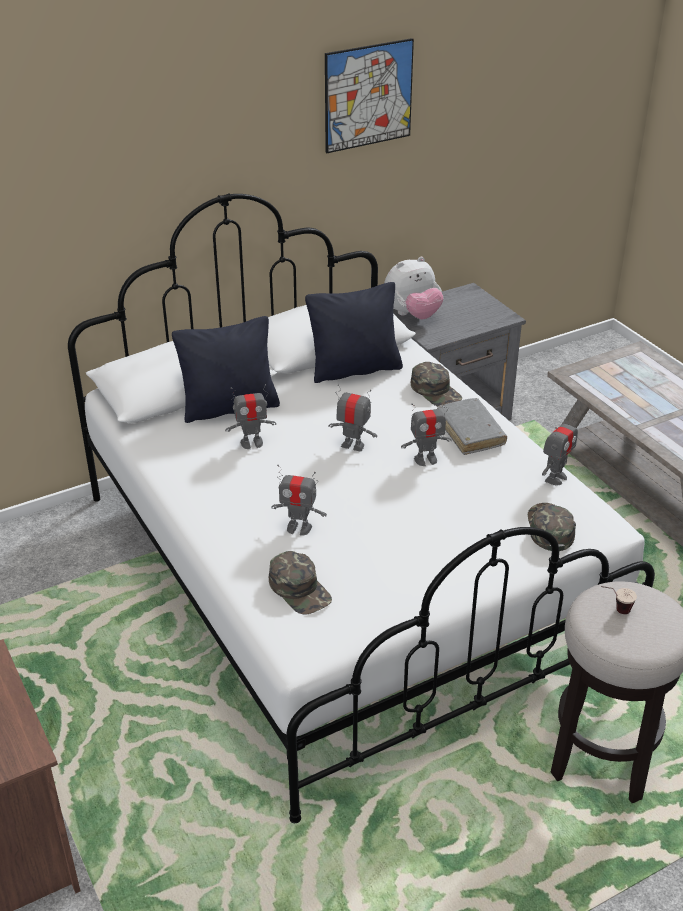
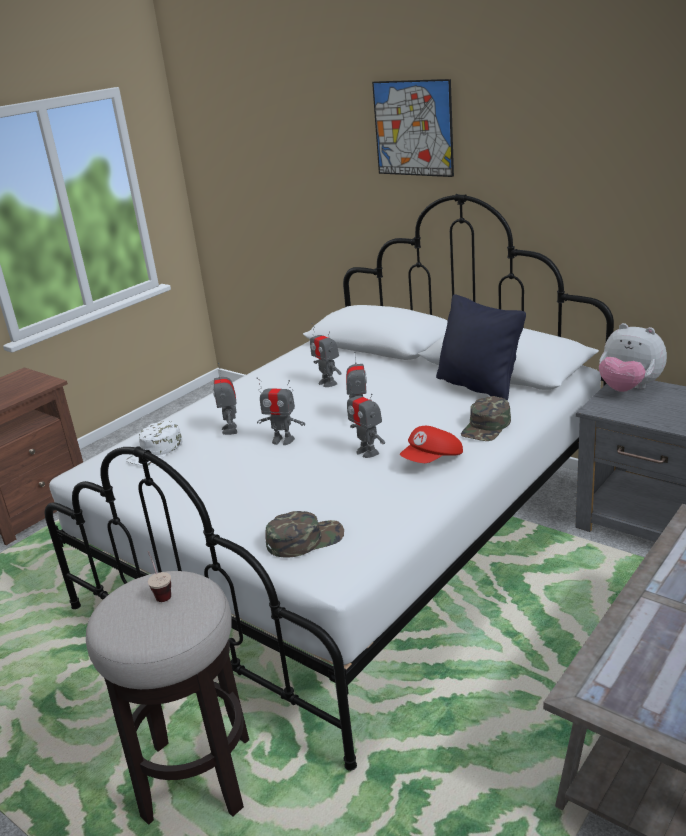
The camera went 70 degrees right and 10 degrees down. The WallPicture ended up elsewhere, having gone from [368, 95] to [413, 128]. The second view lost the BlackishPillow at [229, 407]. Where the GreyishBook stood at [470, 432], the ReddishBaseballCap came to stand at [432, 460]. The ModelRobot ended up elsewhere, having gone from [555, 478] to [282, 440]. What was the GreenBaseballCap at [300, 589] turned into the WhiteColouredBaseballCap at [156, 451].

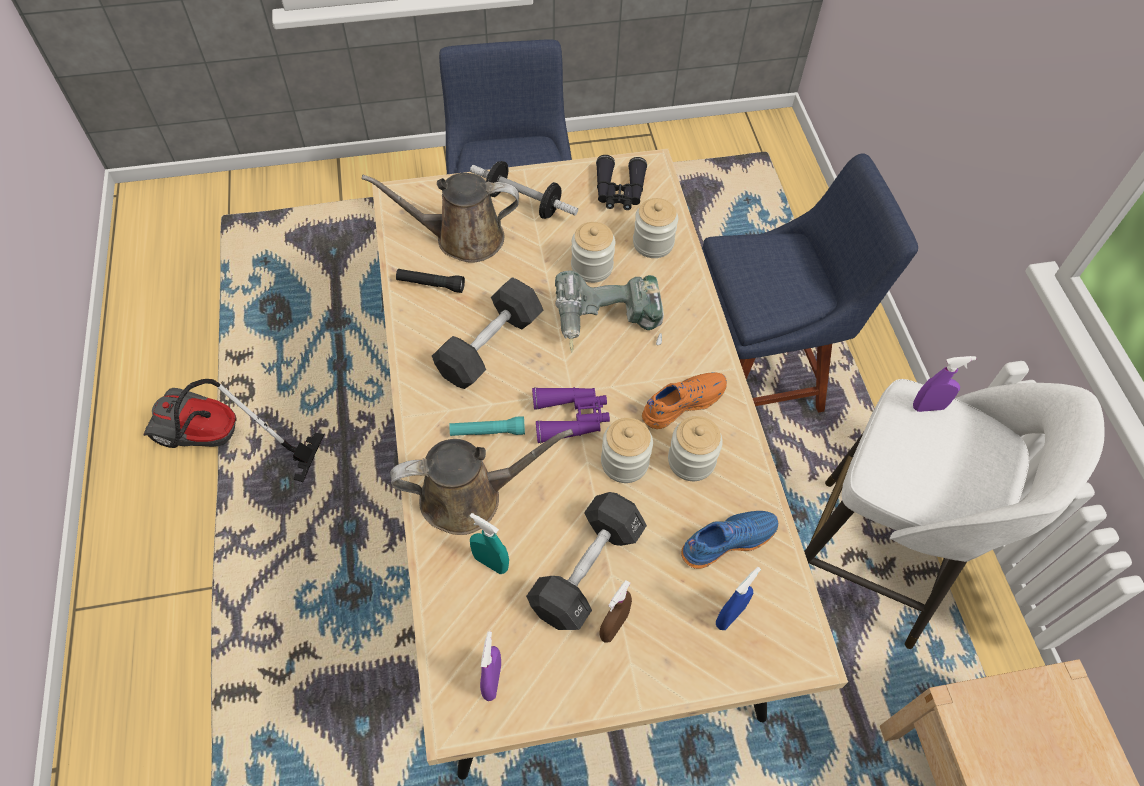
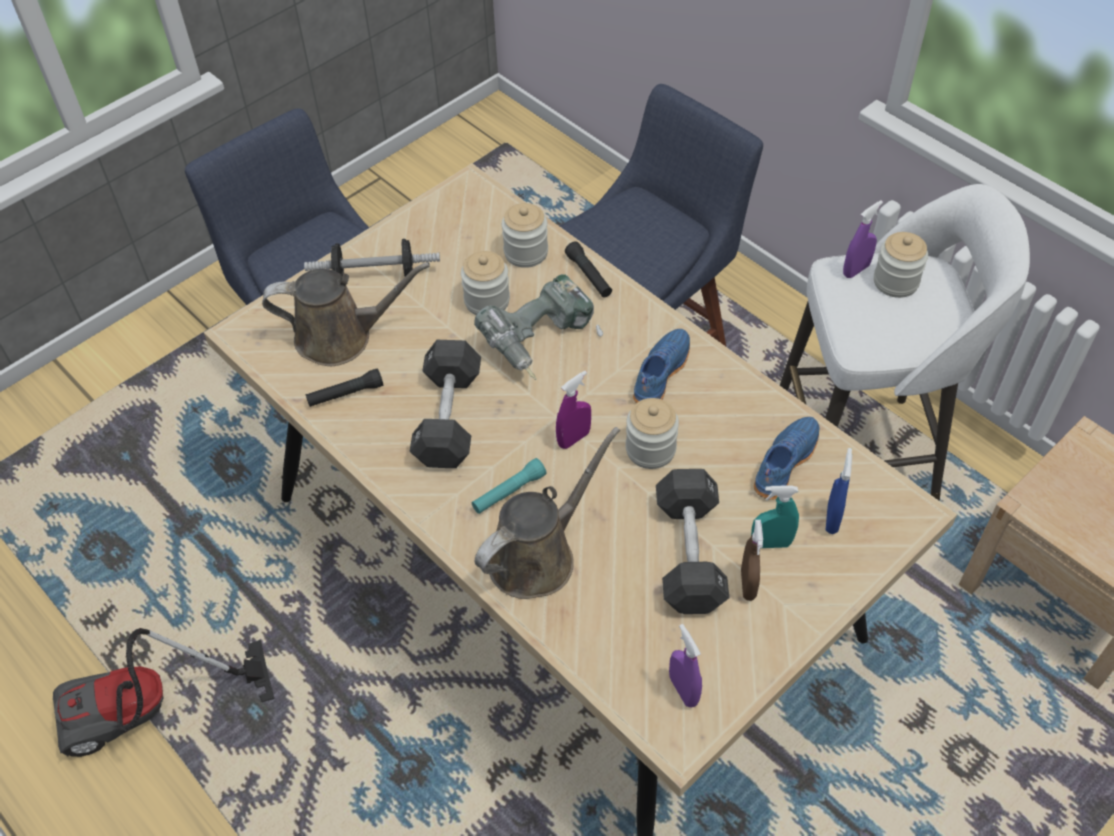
The camera went 30 degrees left and 5 degrees down. The second view lost the BlackishFieldGlasses at [619, 191]. The BrownWateringCan at [462, 238] ended up facing another way, 150 degrees counterclockwise from before. What was the OrangeyShoe at [682, 403] turned into the BlueShoe at [659, 373]. Where the PurplishFieldGlasses stood at [571, 417], the PurplishHandSprayer came to stand at [574, 438]. The StorageJar ended up elsewhere, having gone from [691, 461] to [895, 282]. The TurquoiseColouredHandSprayer ended up elsewhere, having gone from [490, 562] to [771, 543]. The second view gained the BlackishTorch at [589, 276].

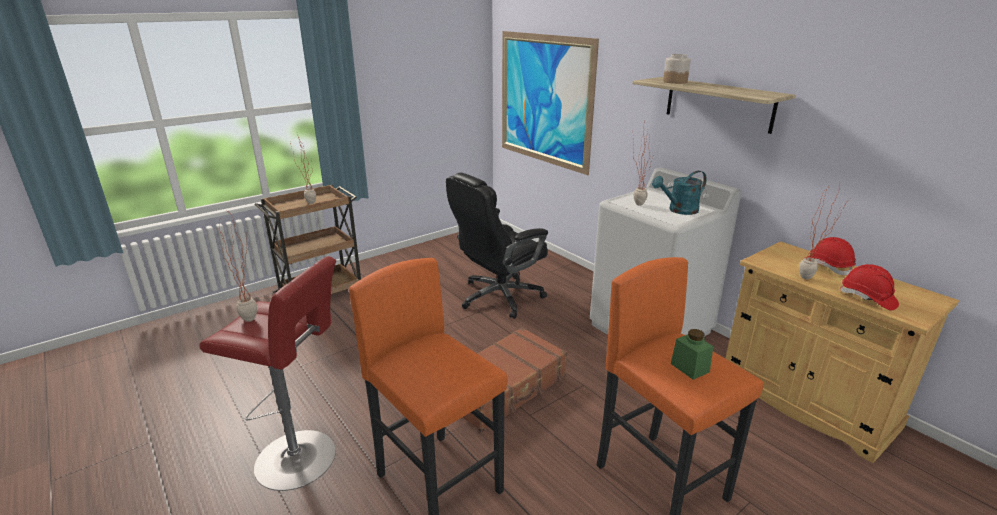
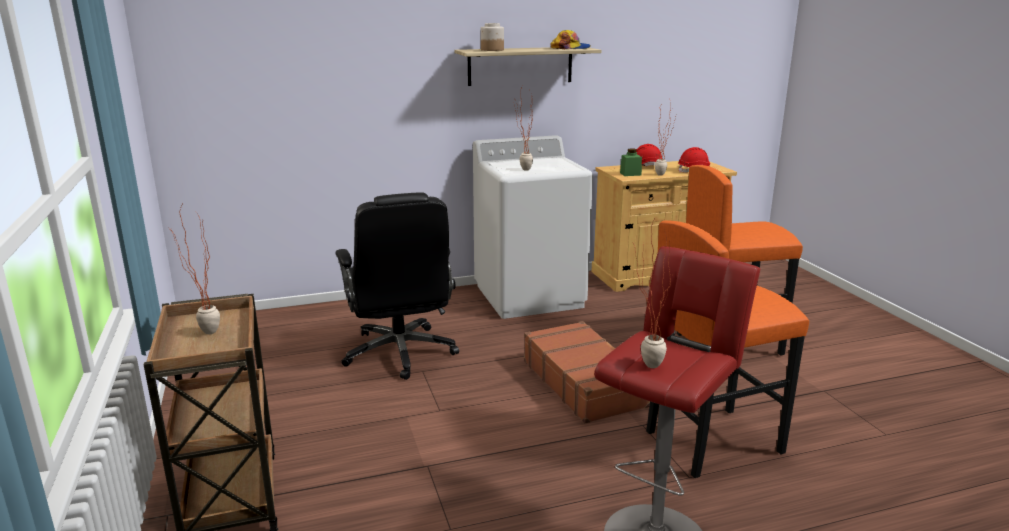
The camera went 70 degrees left and 5 degrees down. The second view lost the WallPicture at [544, 100]. The second view lost the TurquoiseColouredWateringCan at [679, 210]. The GreenStorageJar ended up elsewhere, having gone from [689, 368] to [630, 174]. The second view gained the BaseballCap at [570, 48].

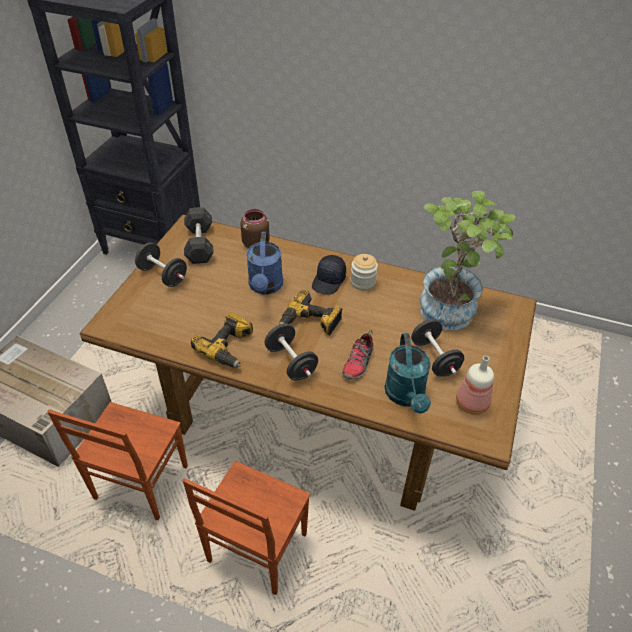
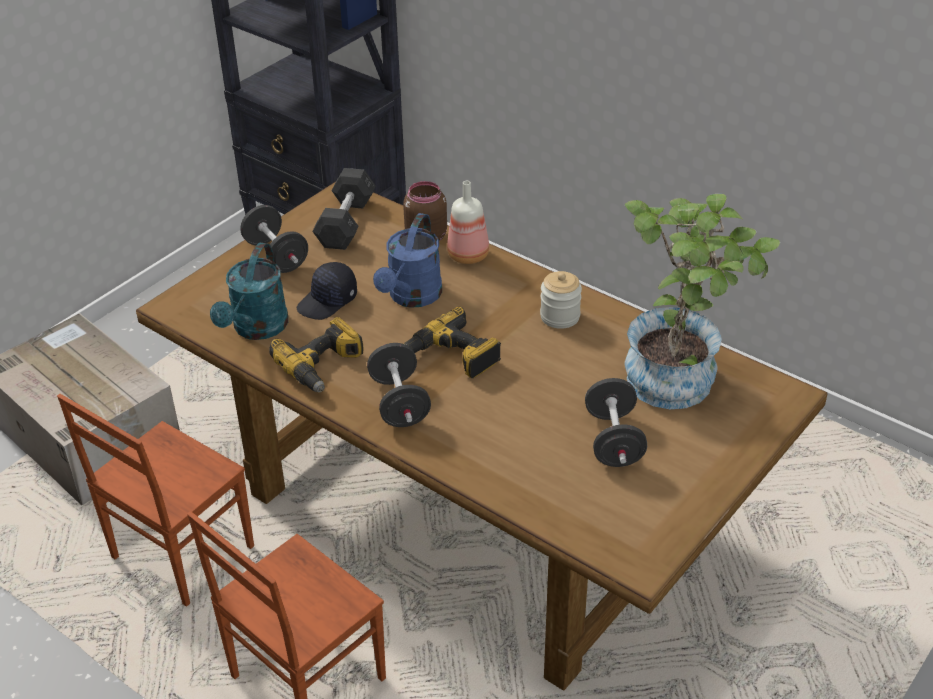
The camera went 20 degrees right and 5 degrees down. The BlackishBaseballCap ended up elsewhere, having gone from [329, 281] to [328, 301]. The second view lost the Shoe at [358, 363]. The TurquoiseColouredWateringCan ended up elsewhere, having gone from [406, 396] to [257, 329]. The DrinkBottle ended up elsewhere, having gone from [472, 403] to [469, 255].

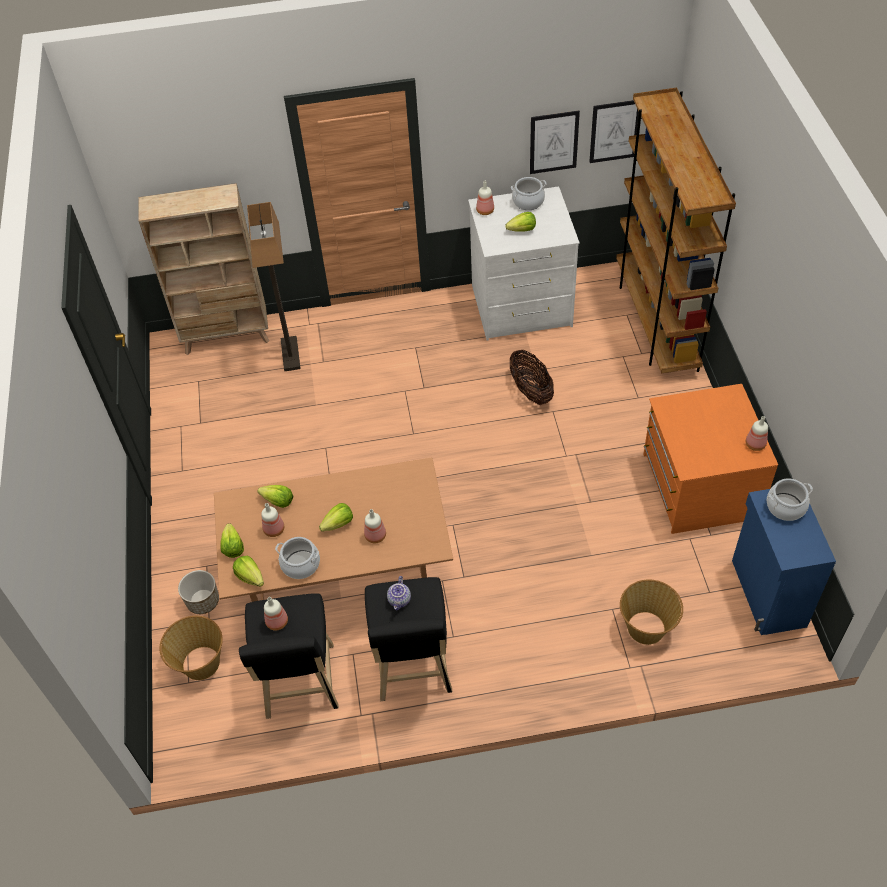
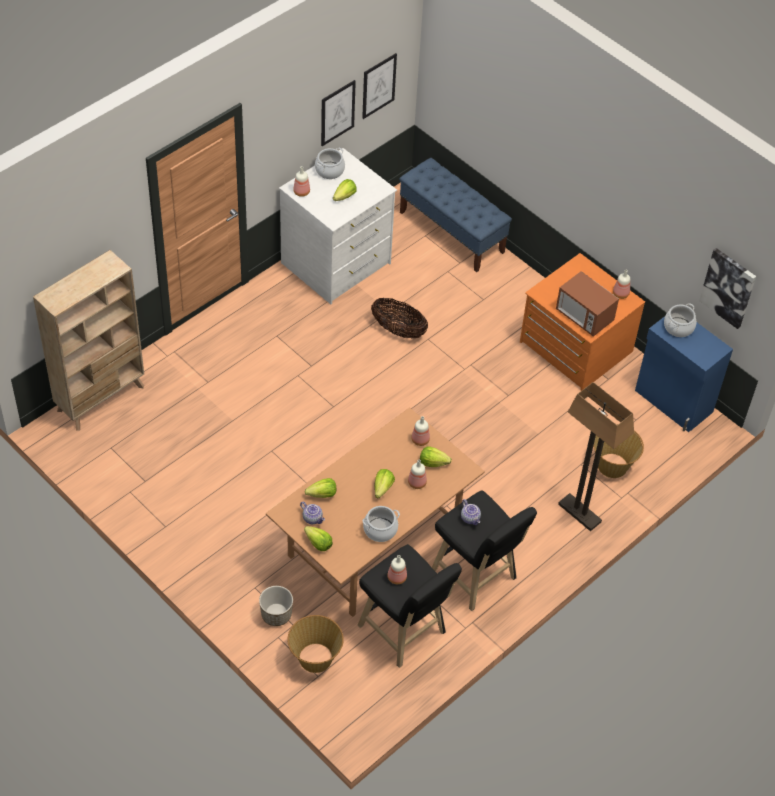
The camera went 40 degrees left and 0 degrees up. Where the BrownShelvingUnit stood at [656, 322], the BlueLongSeat came to stand at [452, 232]. The StandingLamp ended up elsewhere, having gone from [291, 355] to [580, 513]. The DrinkBottle ended up elsewhere, having gone from [274, 529] to [419, 439]. The Lettuce ended up elsewhere, having gone from [250, 577] to [433, 462]. The second view gained the WallPicture at [728, 287]. The second view gained the MicrowaveOven at [584, 316]. The second view gained the PotForTea at [313, 518].

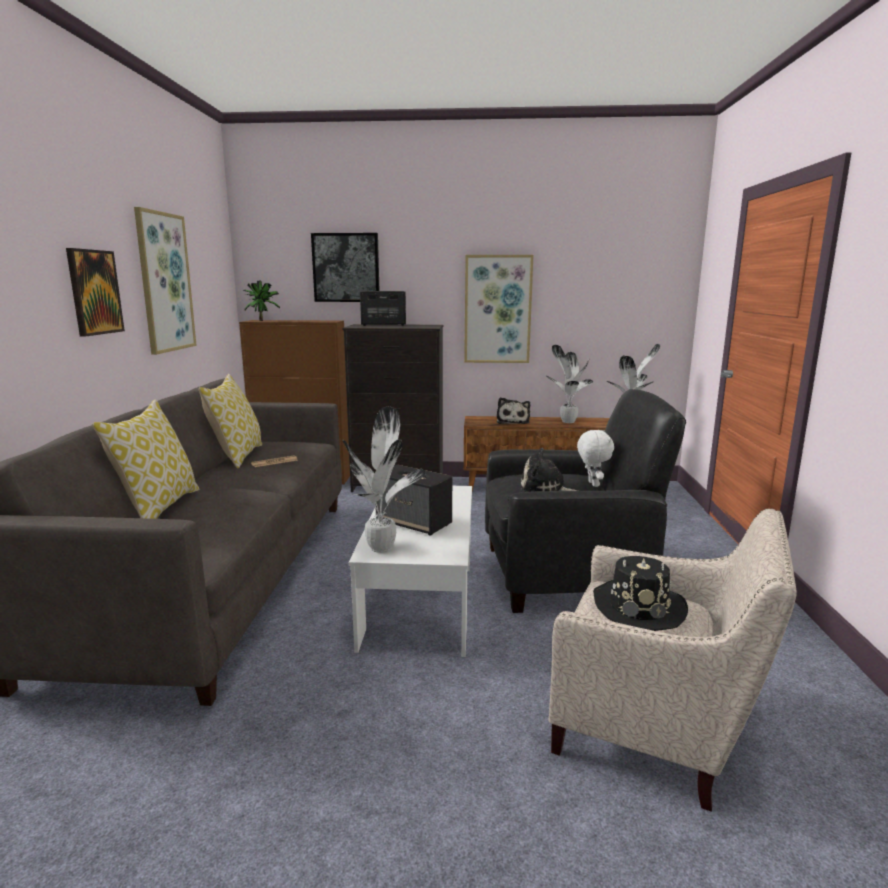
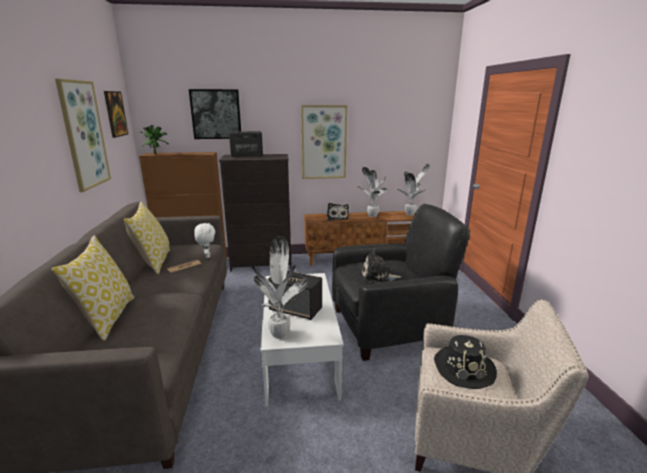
The camera went 10 degrees left and 5 degrees up. The WallPicture ended up elsewhere, having gone from [94, 292] to [115, 114]. The WhiteColouredSoftToy ended up elsewhere, having gone from [592, 484] to [207, 256].

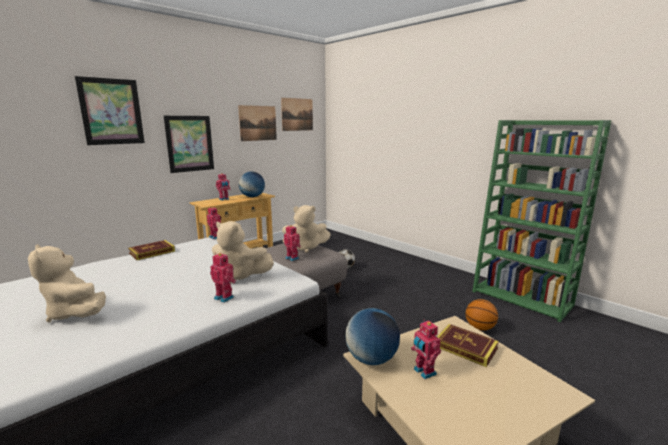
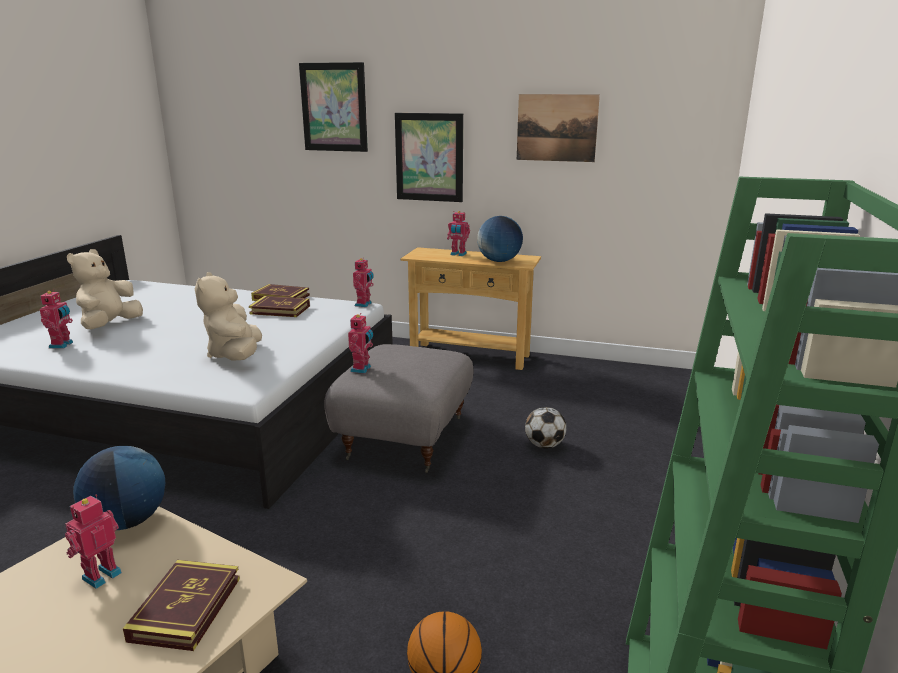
The camera went 60 degrees right and 5 degrees up. The second view lost the WallPicture at [297, 114]. The second view lost the SandColouredSoftToy at [305, 248]. The ModelRobot ended up elsewhere, having gone from [225, 297] to [62, 345]. The second view gained the Book at [280, 310].

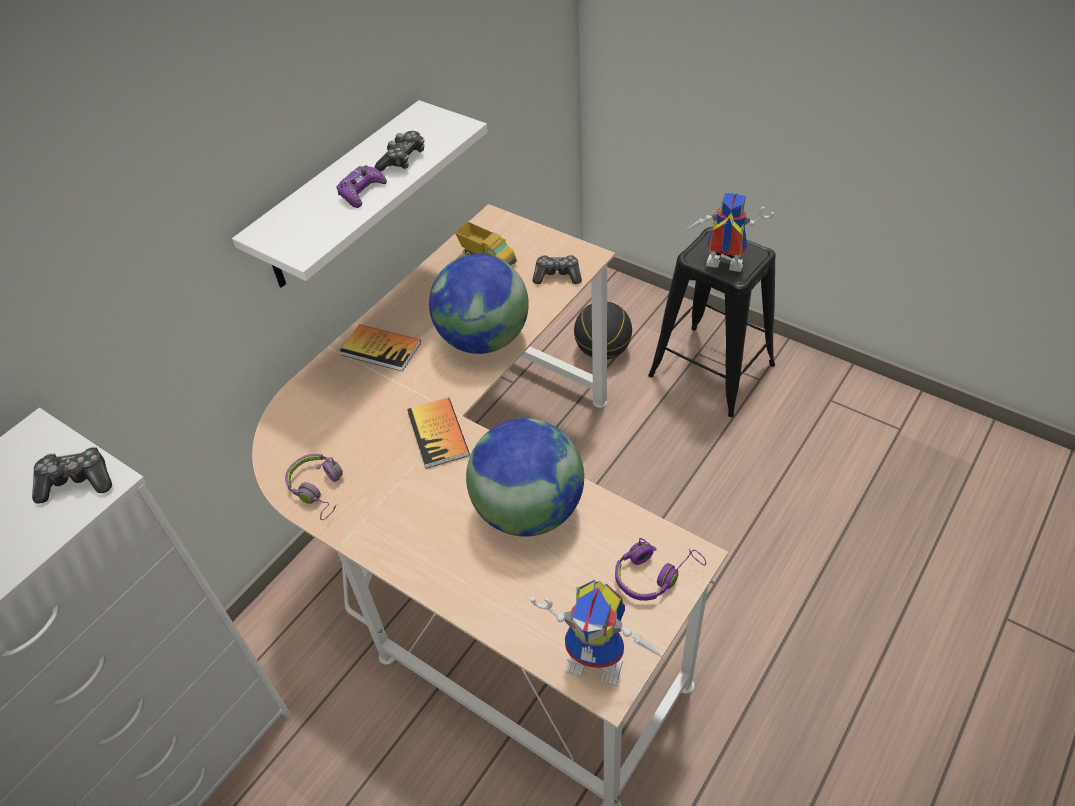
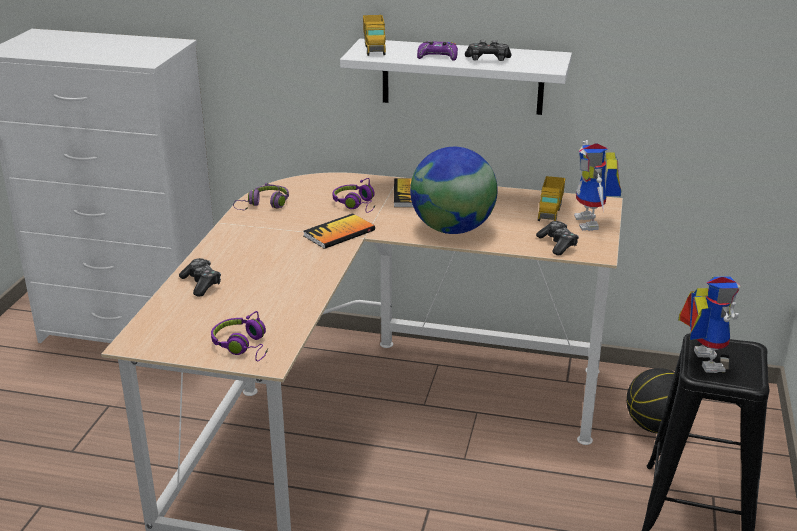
The camera went 65 degrees right and 20 degrees down. The second view lost the Globe at [528, 510]. The Gamepad ended up elsewhere, having gone from [77, 481] to [201, 283]. The ModelRobot ended up elsewhere, having gone from [601, 660] to [593, 223]. The second view gained the ToyLorry at [374, 48]. The second view gained the PurplishHeadset at [357, 204].

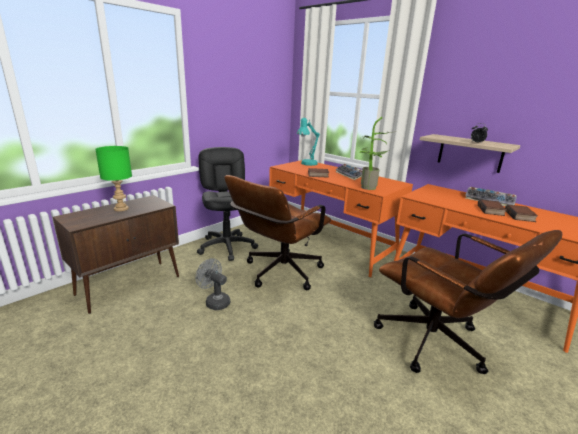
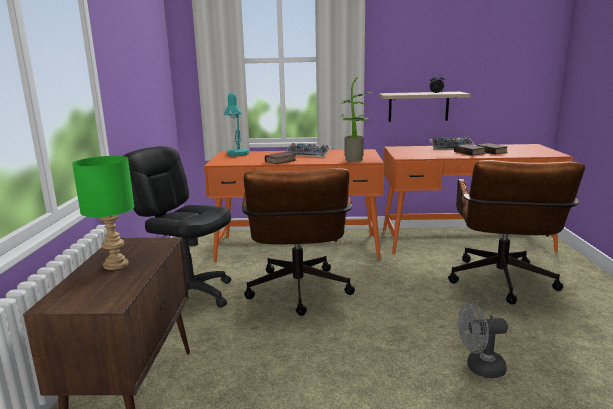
The camera went 40 degrees left and 5 degrees down. The BrownOfficeChair at [438, 346] ended up facing another way, 90 degrees clockwise from before. The GreyishElectricFan ended up elsewhere, having gone from [215, 302] to [479, 368].

